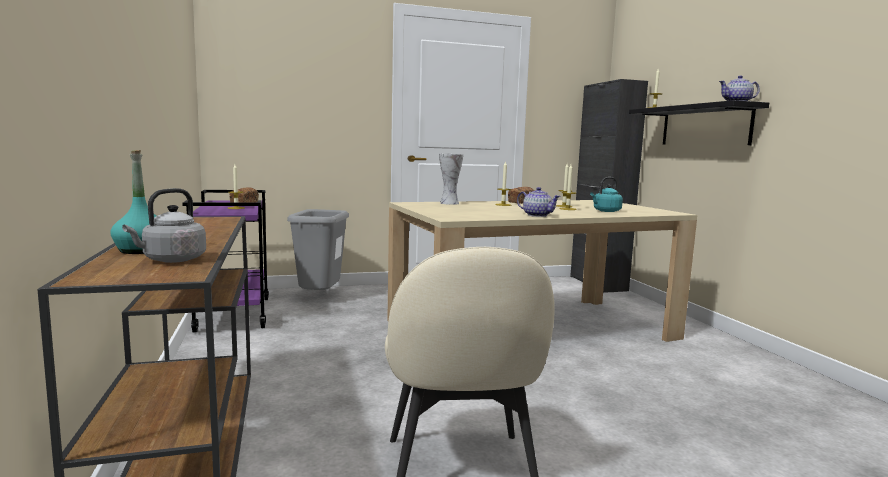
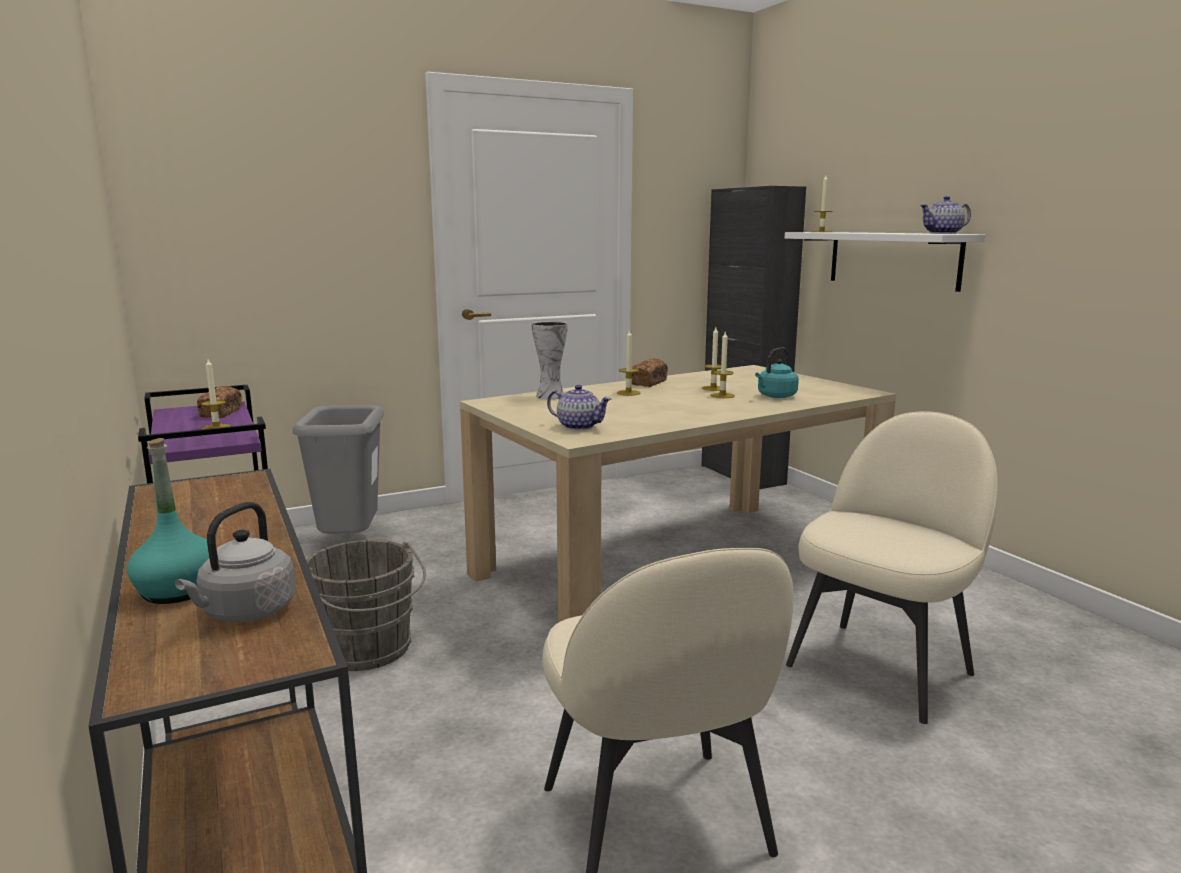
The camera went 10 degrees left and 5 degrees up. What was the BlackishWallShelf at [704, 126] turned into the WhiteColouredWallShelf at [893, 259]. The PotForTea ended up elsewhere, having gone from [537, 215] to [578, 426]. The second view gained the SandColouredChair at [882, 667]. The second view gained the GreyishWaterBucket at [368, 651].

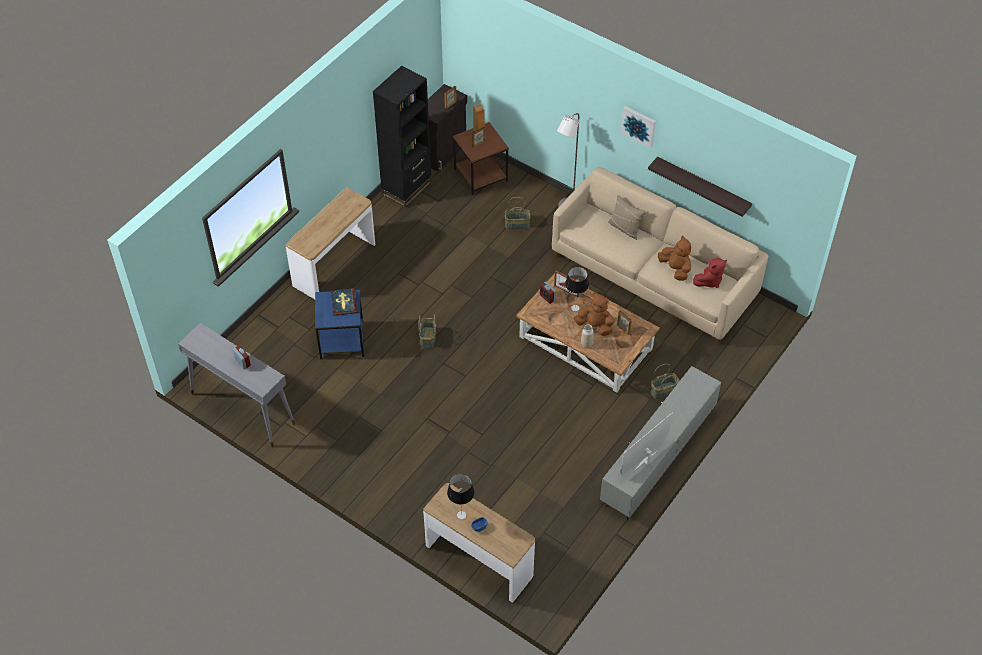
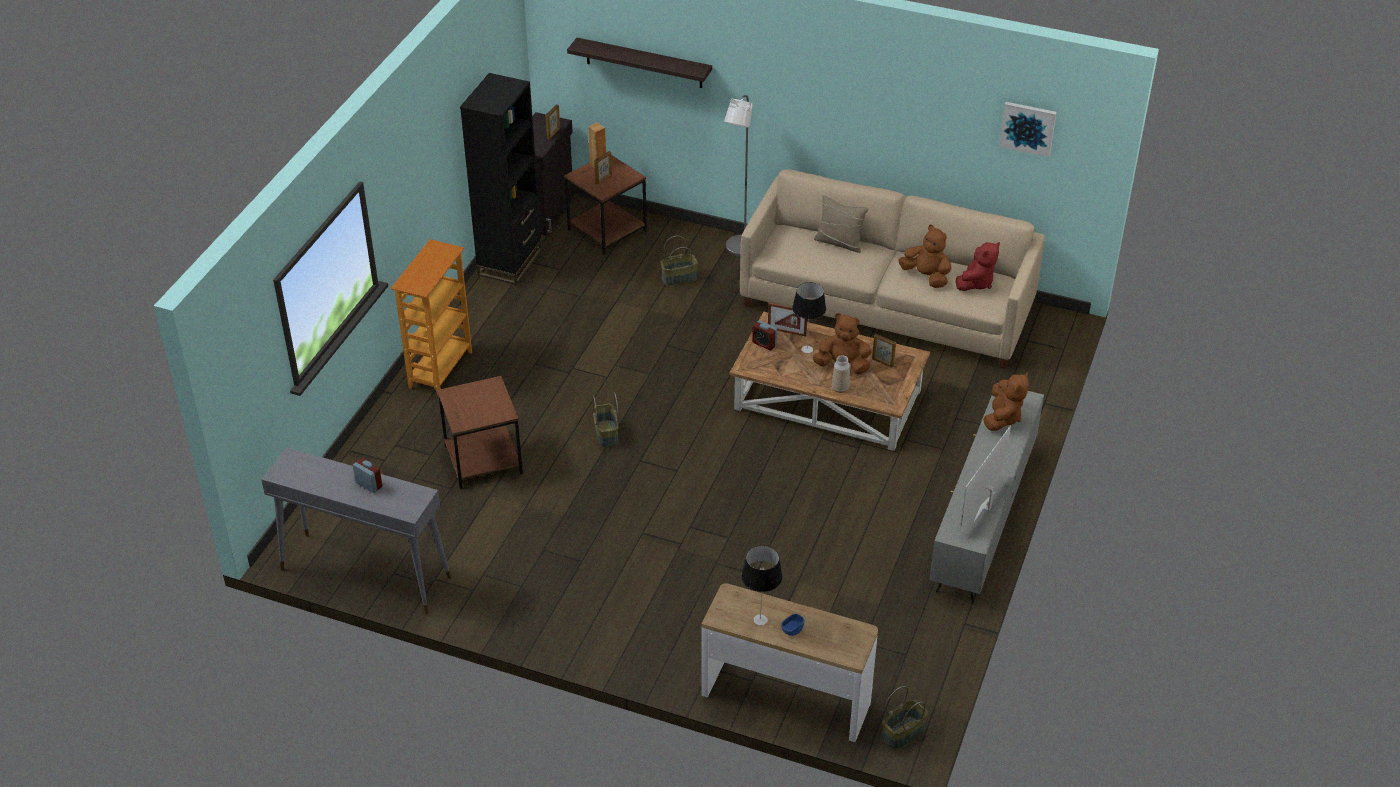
The camera went 15 degrees left and 10 degrees down. The WallPicture ended up elsewhere, having gone from [638, 126] to [1028, 128]. The WallShelf ended up elsewhere, having gone from [703, 186] to [644, 63]. Where the NarrowTable stood at [334, 264], the ShelvingUnit came to stand at [440, 369]. The second view lost the Book at [344, 303]. What was the BlueAccentTable at [341, 340] turned into the BrownAccentTable at [482, 459]. The Basket ended up elsewhere, having gone from [663, 390] to [902, 732]. The second view gained the BrownSoftToy at [1002, 417].

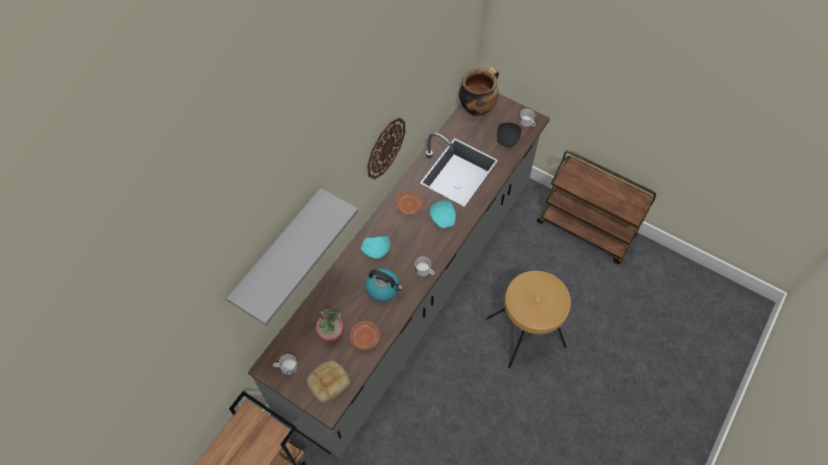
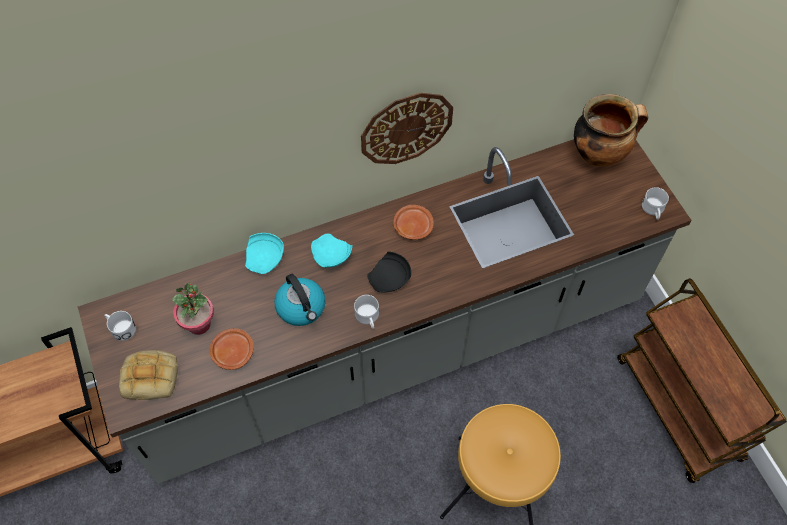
The camera went 35 degrees right and 0 degrees up. The BlackishFlatDish ended up elsewhere, having gone from [508, 138] to [390, 278]. The second view lost the GreyishWallShelf at [279, 251]. The TurquoiseColouredFlatDish ended up elsewhere, having gone from [443, 217] to [265, 258].

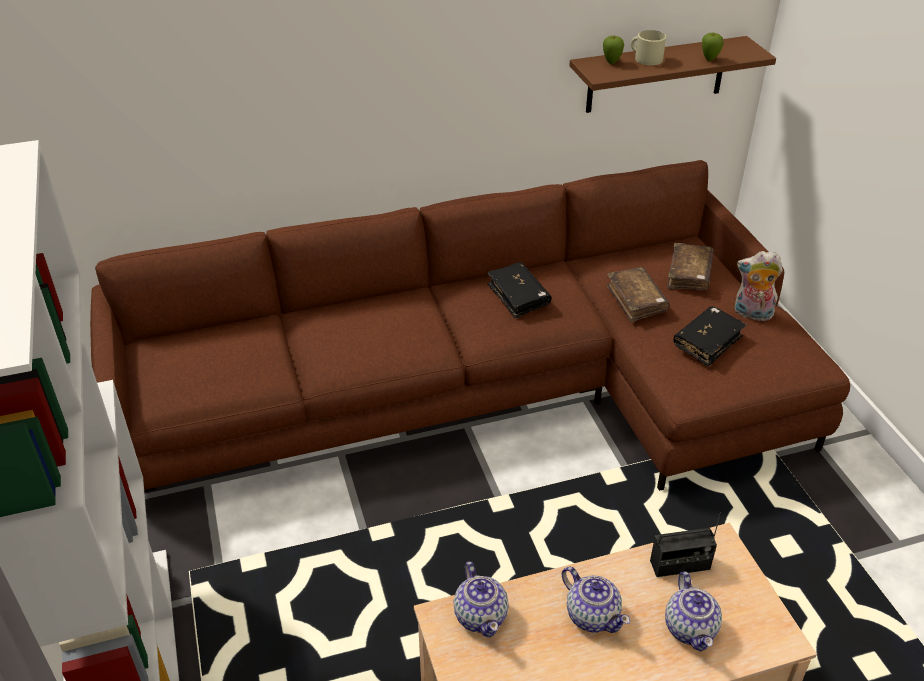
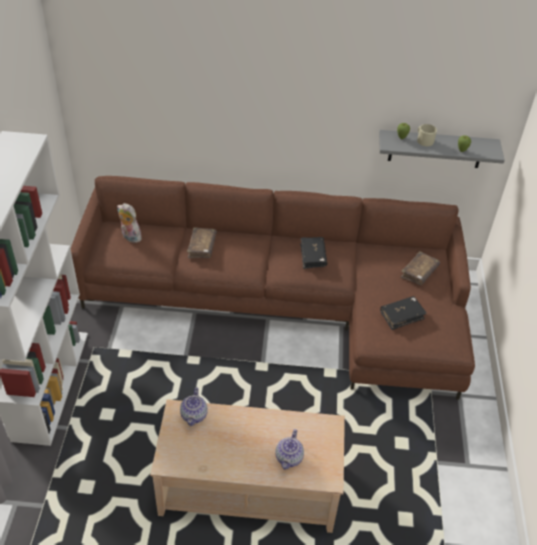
The camera went 20 degrees right and 5 degrees up. What was the BrownWallShelf at [656, 75] turned into the GreyishWallShelf at [436, 149]. The SoftToy ended up elsewhere, having gone from [751, 314] to [130, 237]. The BrownBook ended up elsewhere, having gone from [636, 300] to [202, 247]. The second view lost the RadioReceiver at [680, 565]. The second view lost the PotForTea at [592, 615].

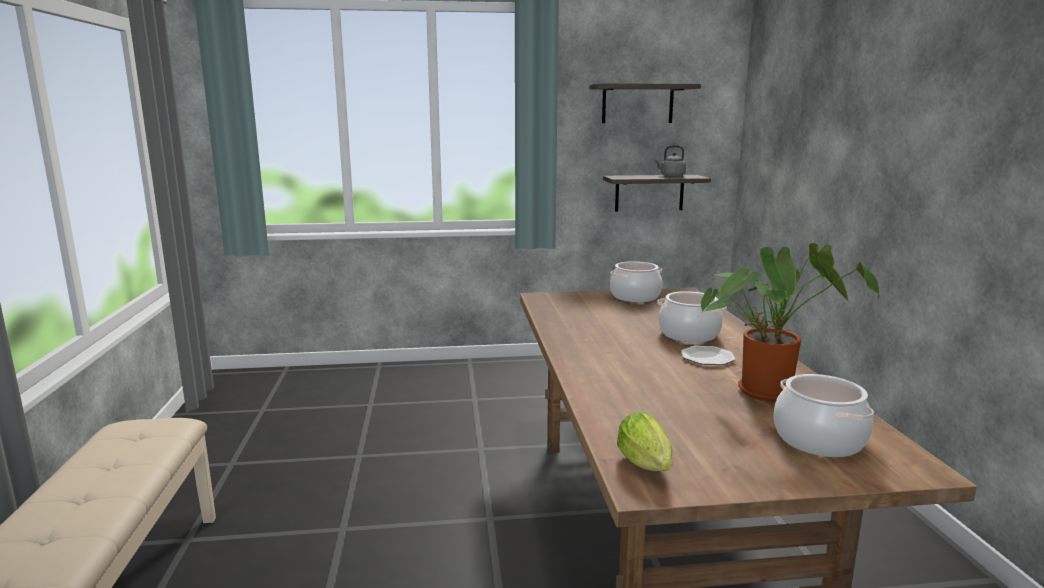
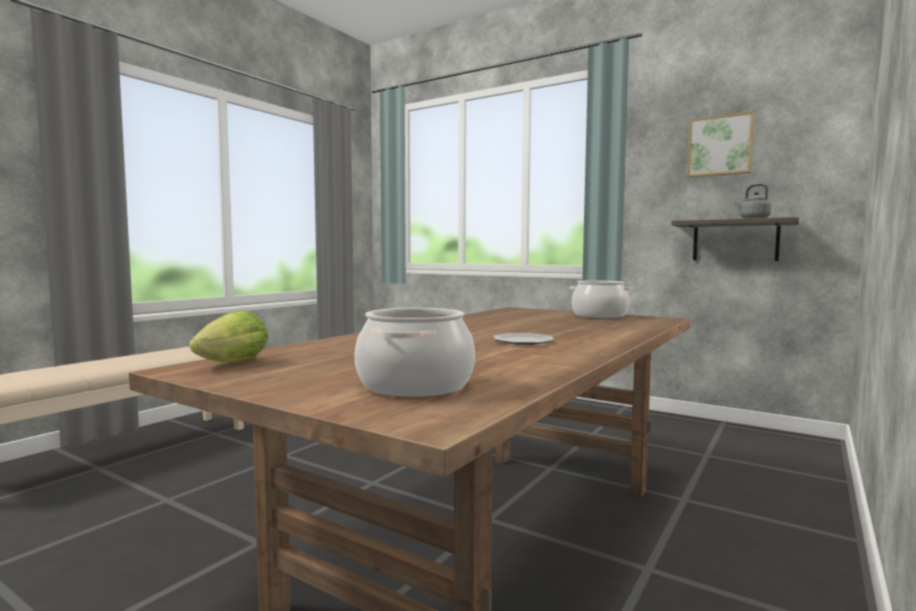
The camera went 40 degrees right and 10 degrees down. Where the WallShelf hung at [637, 104], the WallPicture came to hang at [720, 146]. The second view lost the Houseplant at [770, 390]. The second view lost the Stockpot at [688, 334].

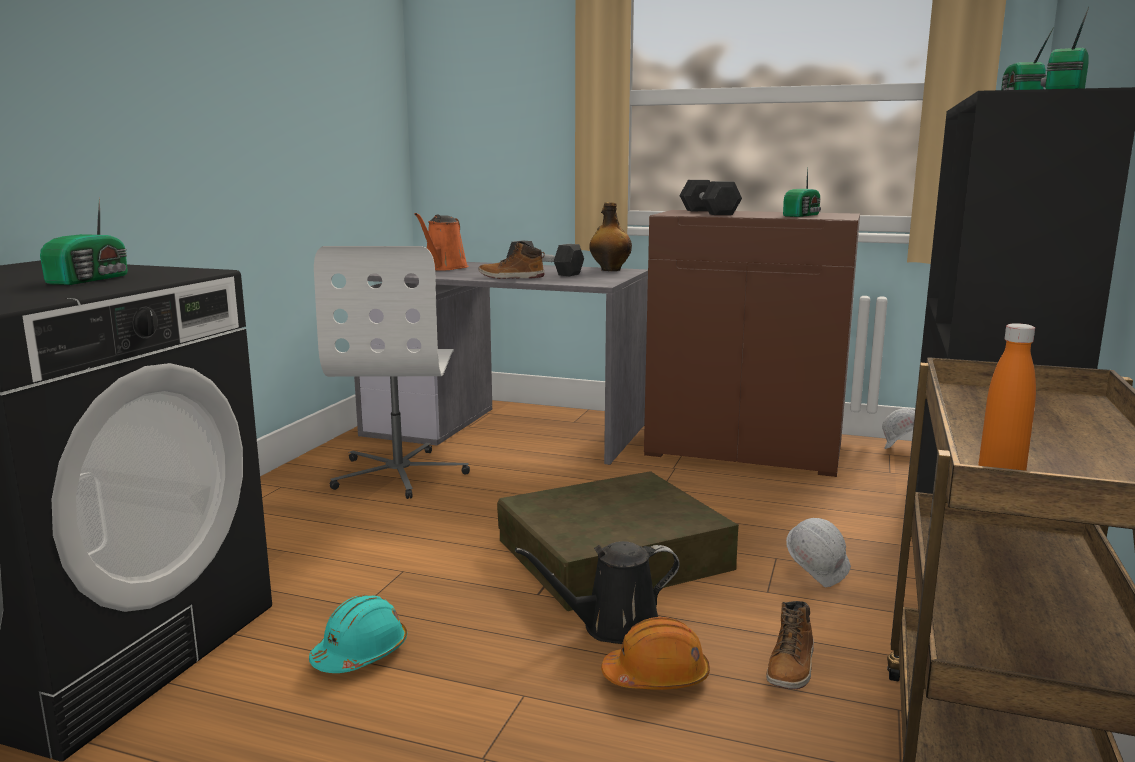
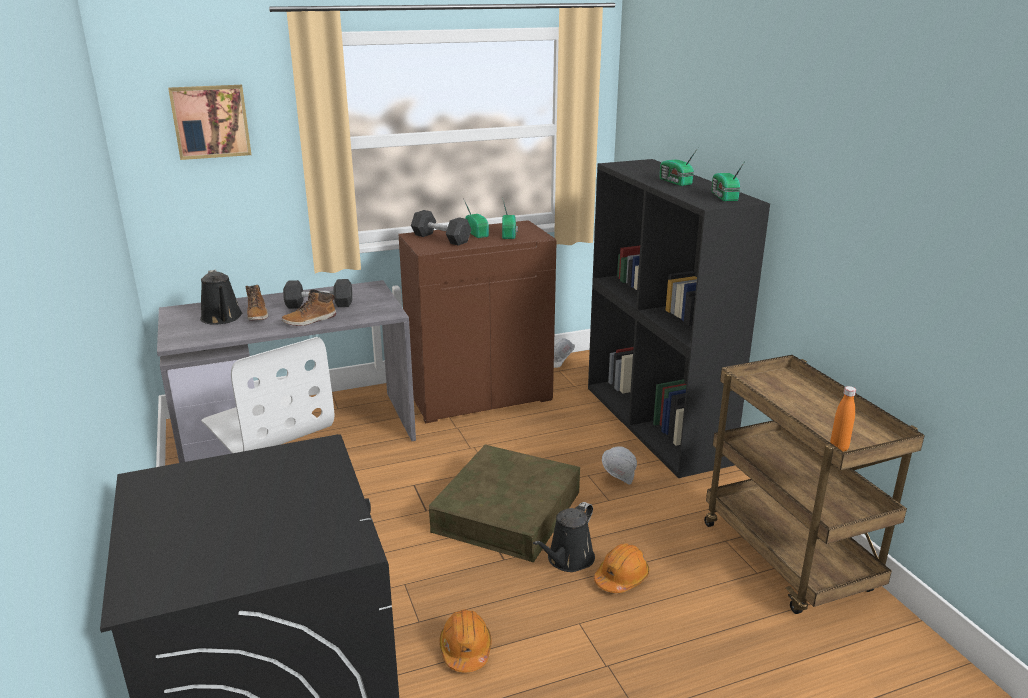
The camera went 40 degrees left and 10 degrees up. The RadioReceiver ended up elsewhere, having gone from [92, 279] to [477, 233]. The second view lost the DrinkBottle at [610, 270]. What was the OrangeyWateringCan at [443, 268] turned into the BlackishWateringCan at [222, 318]. What was the TurquoiseColouredHardHat at [360, 653] turned into the OrangeyHardHat at [465, 649]. The HighTopBoot ended up elsewhere, having gone from [791, 667] to [257, 314]. The second view gained the WallPicture at [210, 121].

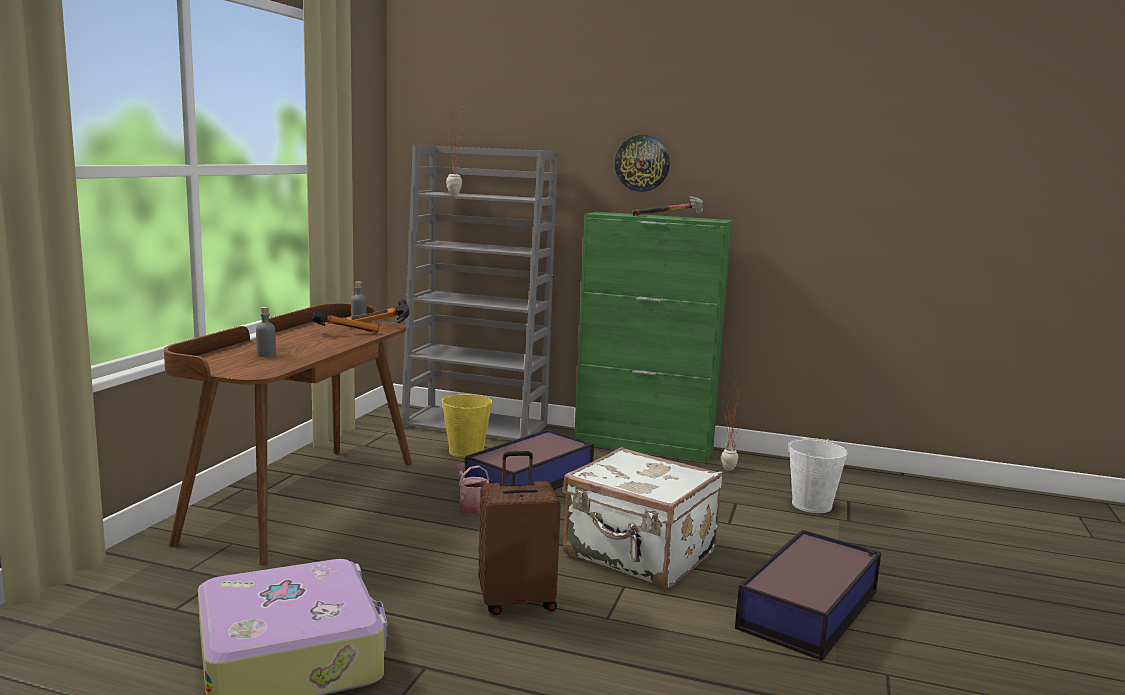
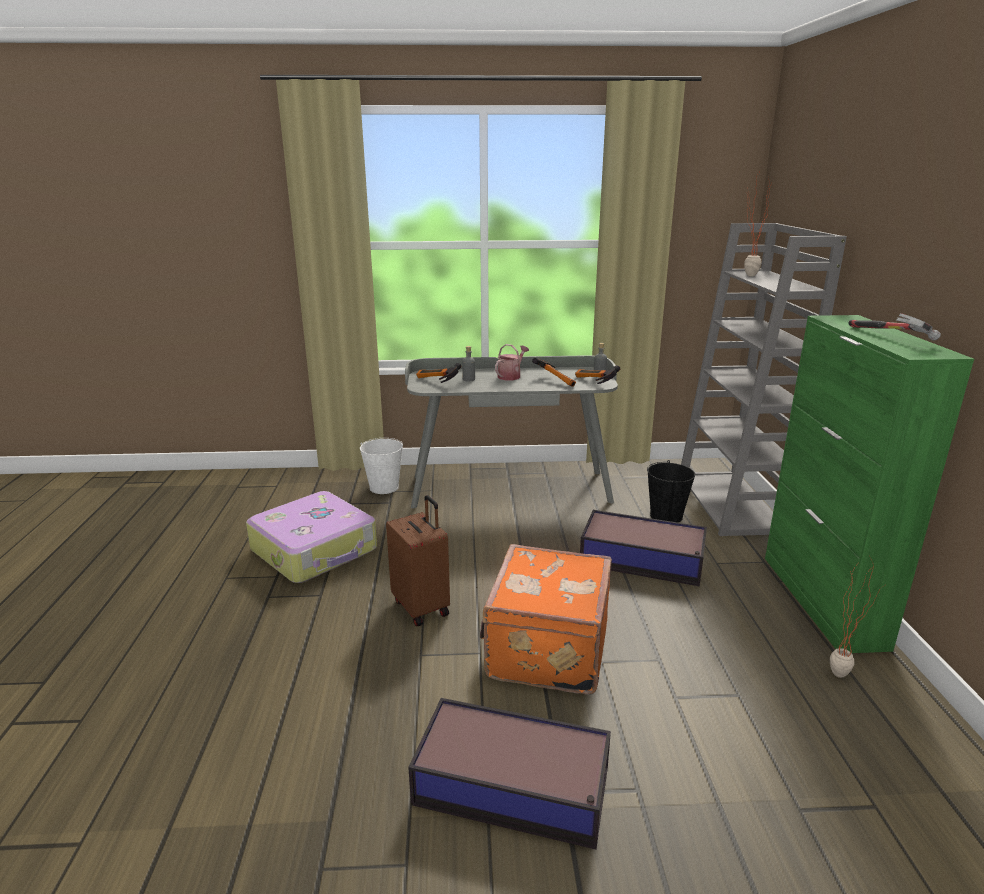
The camera went 70 degrees right and 10 degrees up. The second view lost the HangingClock at [642, 163]. What was the BrownDesk at [303, 499] turned into the GreyishDesk at [510, 488]. What was the YellowWaterBucket at [466, 451] turned into the BlackishWaterBucket at [666, 516]. The WhiteColouredWaterBucket ended up elsewhere, having gone from [812, 505] to [384, 487]. What was the WhiteColouredSuitcase at [639, 555] turned into the OrangeySuitcase at [545, 649]. The WateringCan ended up elsewhere, having gone from [471, 506] to [511, 376]. The second view gained the Hammer at [435, 382].

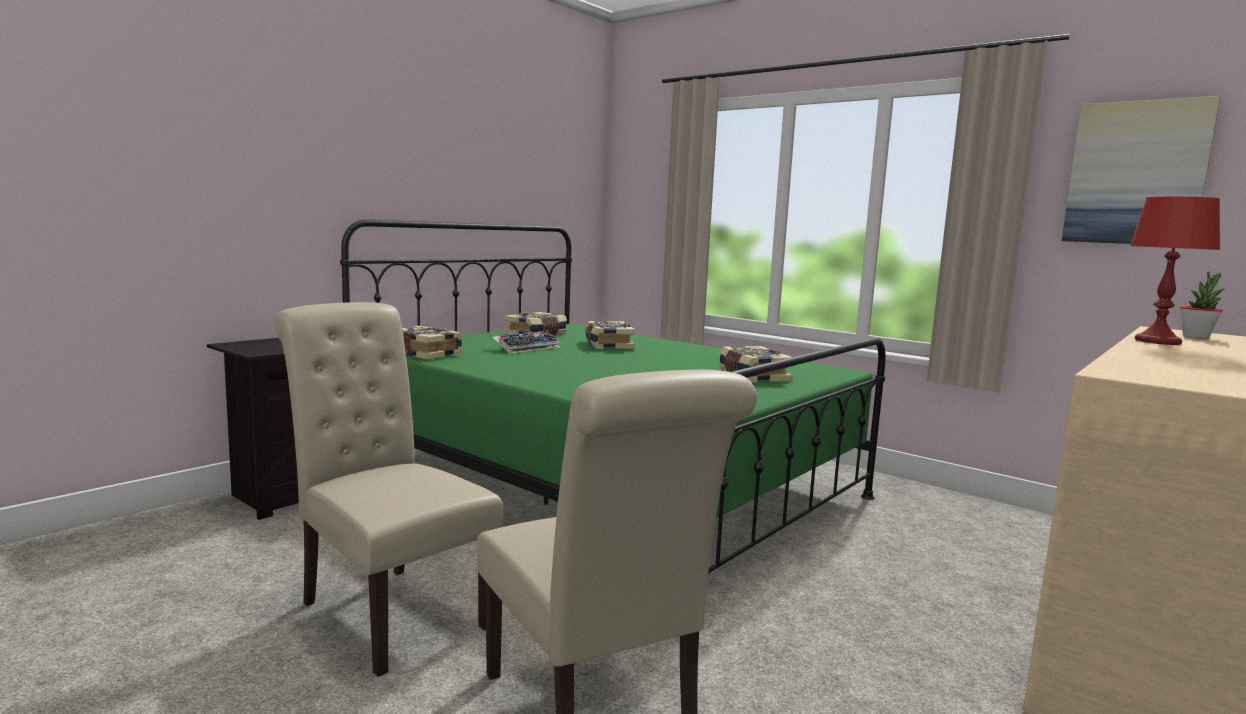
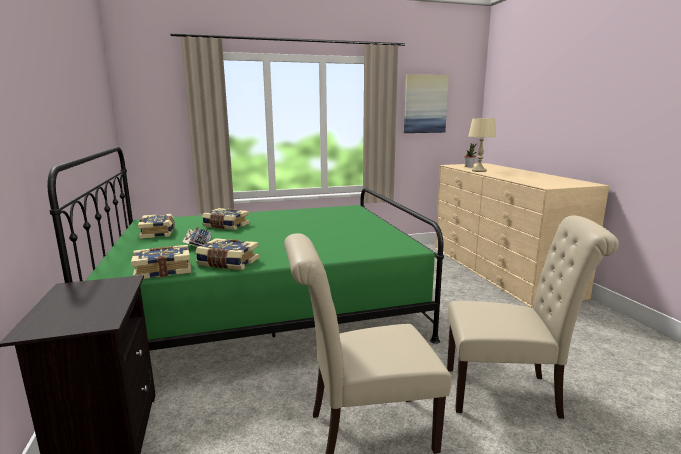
The camera went 55 degrees left and 5 degrees up. What was the ReddishTabletopLamp at [1158, 341] turned into the SandColouredTabletopLamp at [479, 171]. The Book ended up elsewhere, having gone from [752, 376] to [227, 263].

